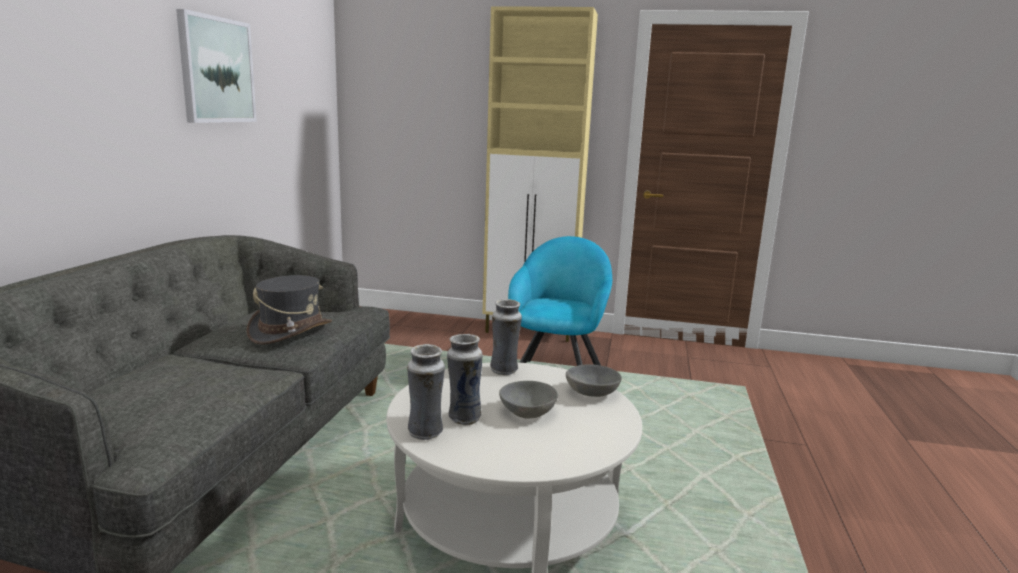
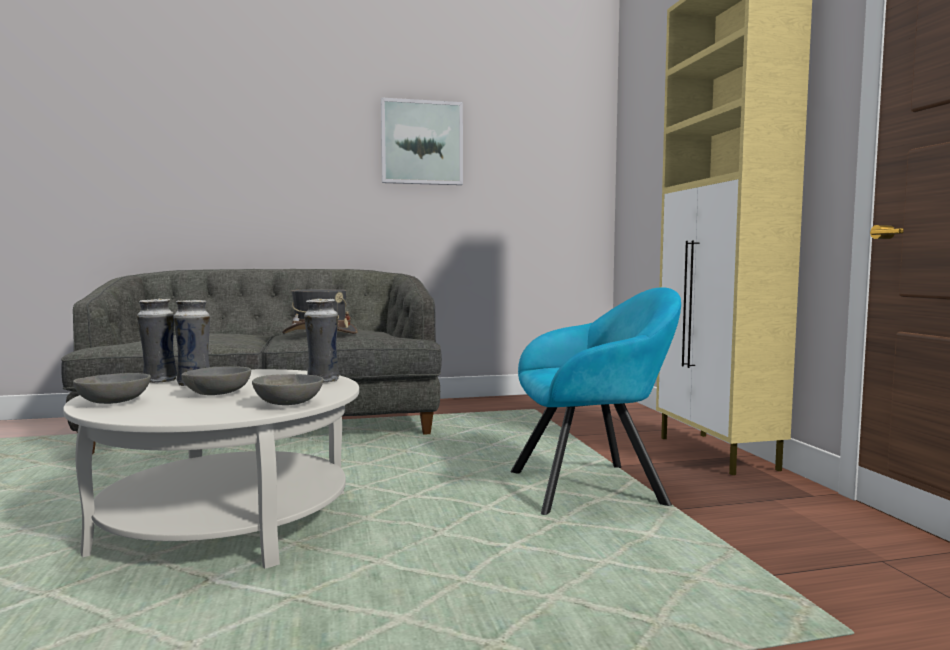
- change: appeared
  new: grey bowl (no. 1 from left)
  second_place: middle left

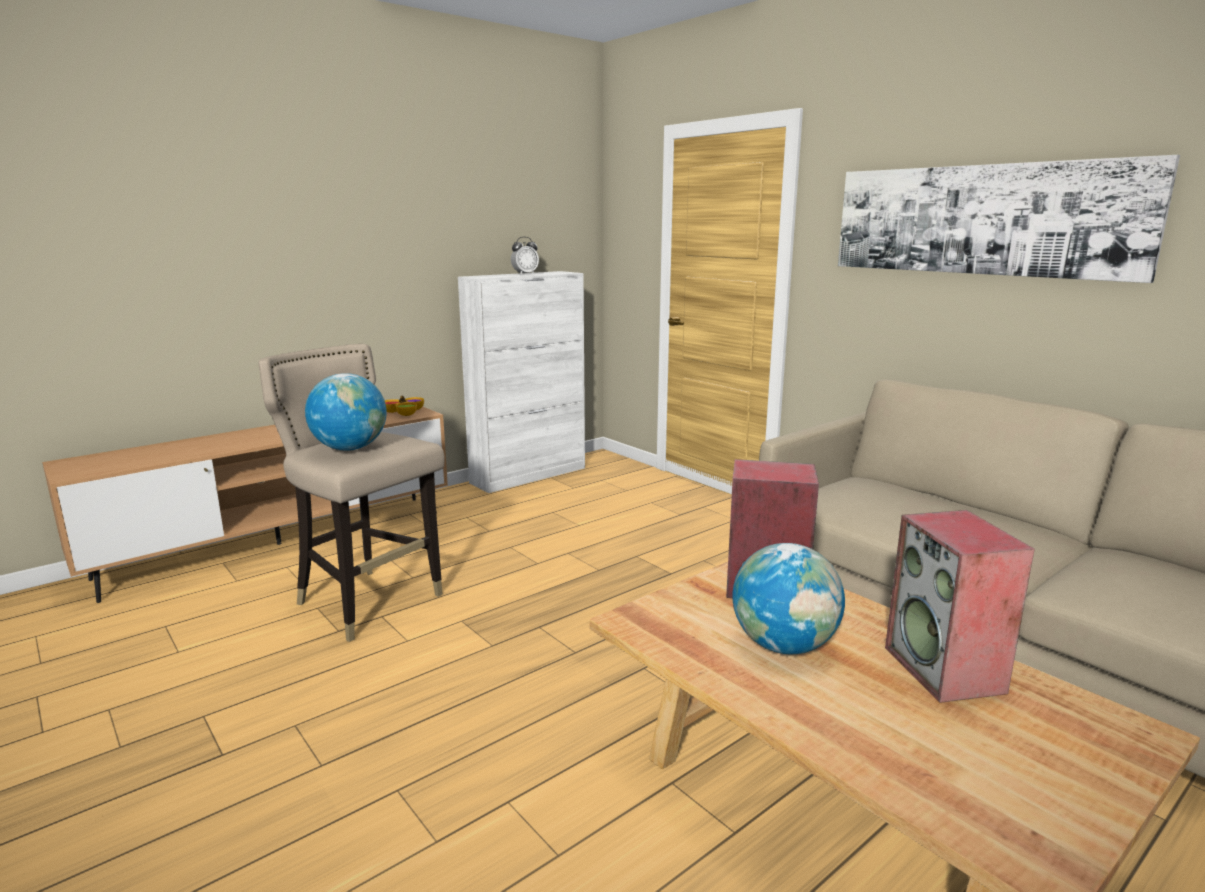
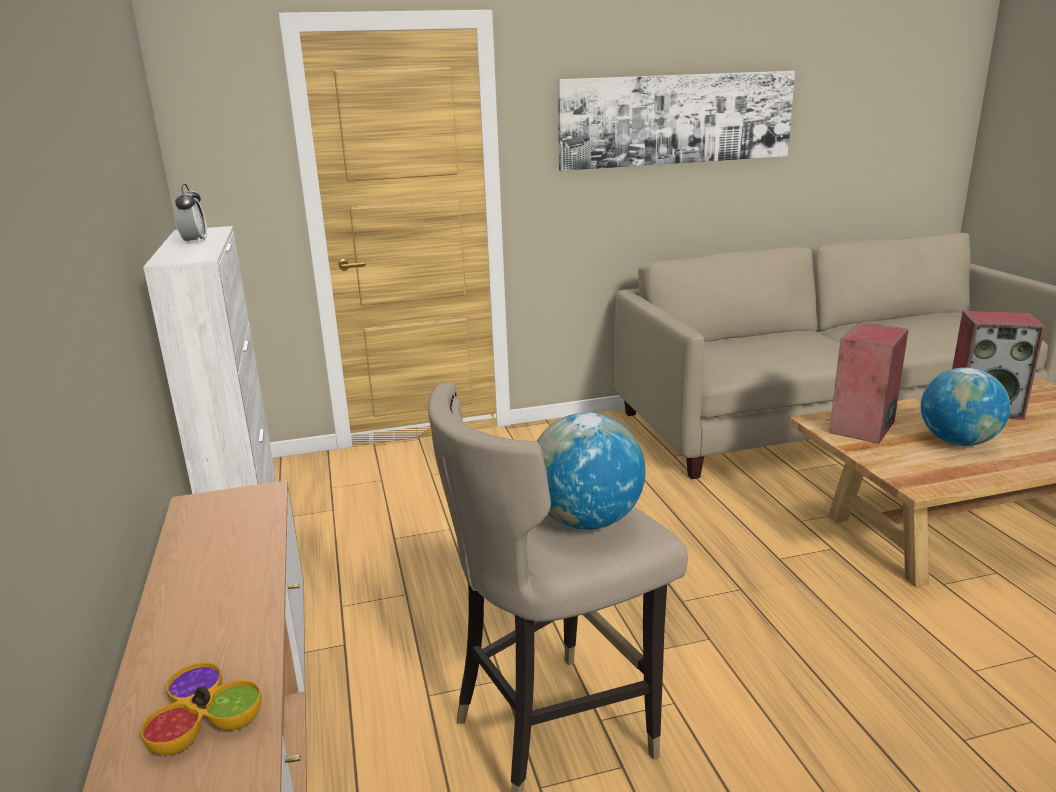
- change: relocated
  old: bowl
  first_place: centre
  second_place: bottom left

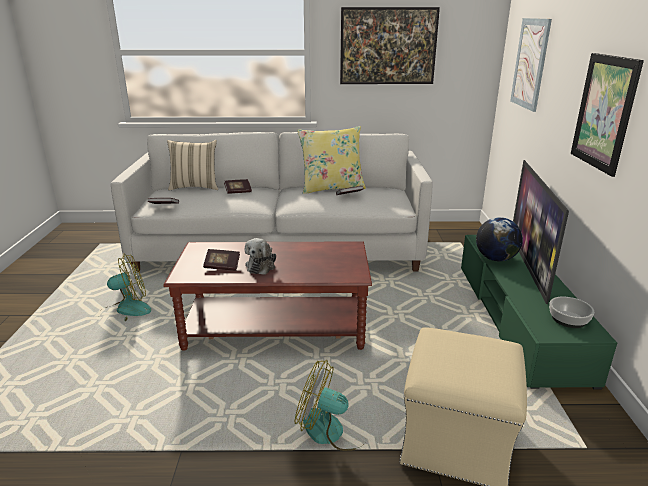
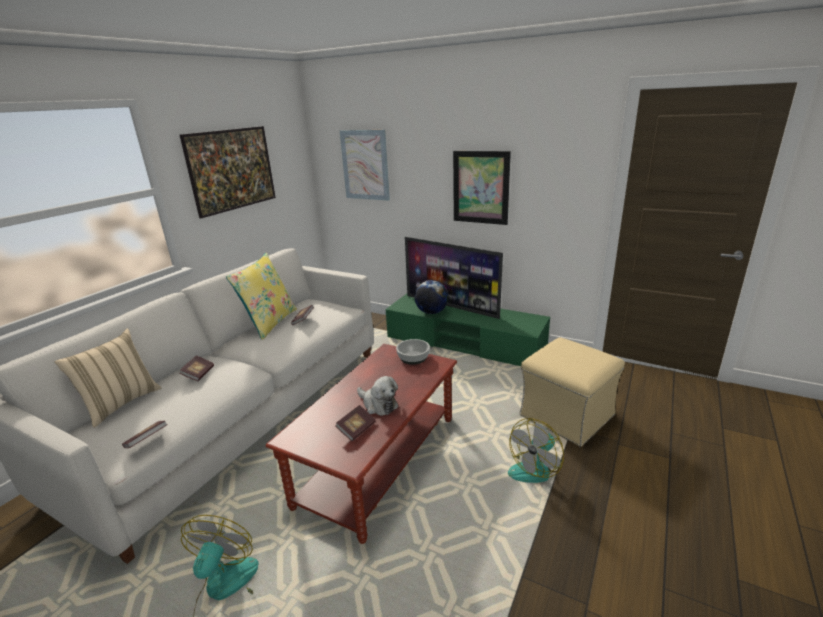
- change: relocated
  old: bowl
  first_place: middle right
  second_place: centre

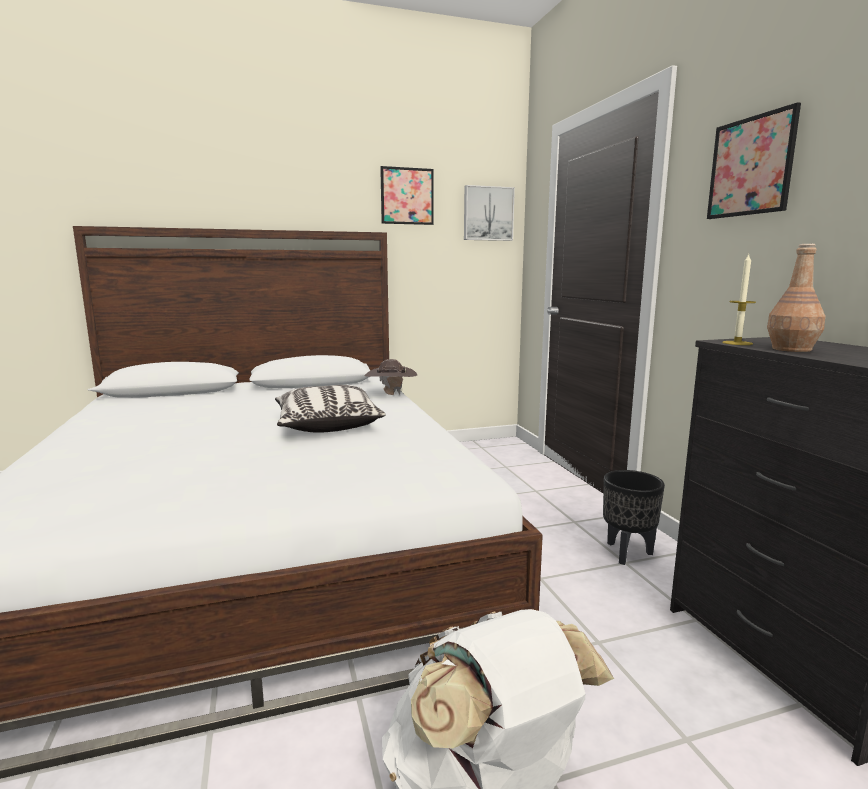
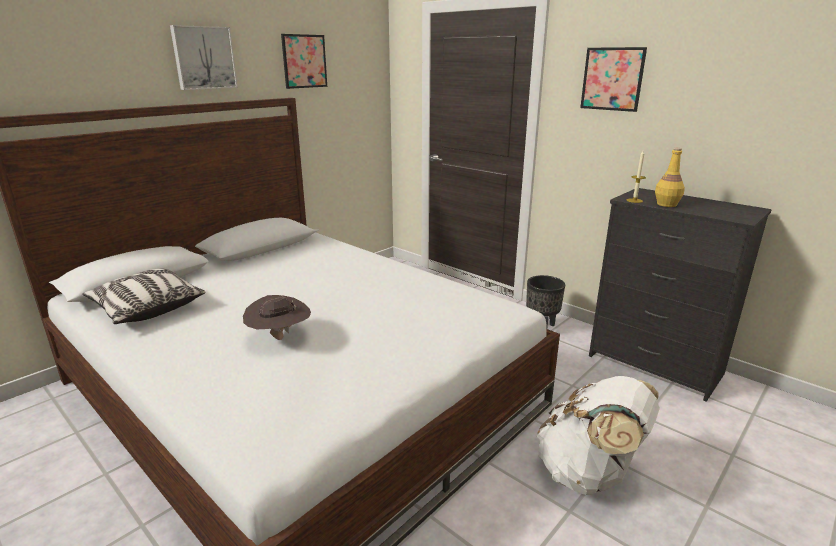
- change: relocated
  old: pillow
  first_place: centre
  second_place: middle left
- change: relocated
  old: brown hat
  first_place: centre
  second_place: middle left
- change: relocated
  old: picture (no. 2 from left in the first image)
  new: picture (no. 1 from left)
  first_place: top centre
  second_place: top left
- change: colour
  old: brown bottle
  new: yellow bottle
  first_place: middle right
  second_place: top right

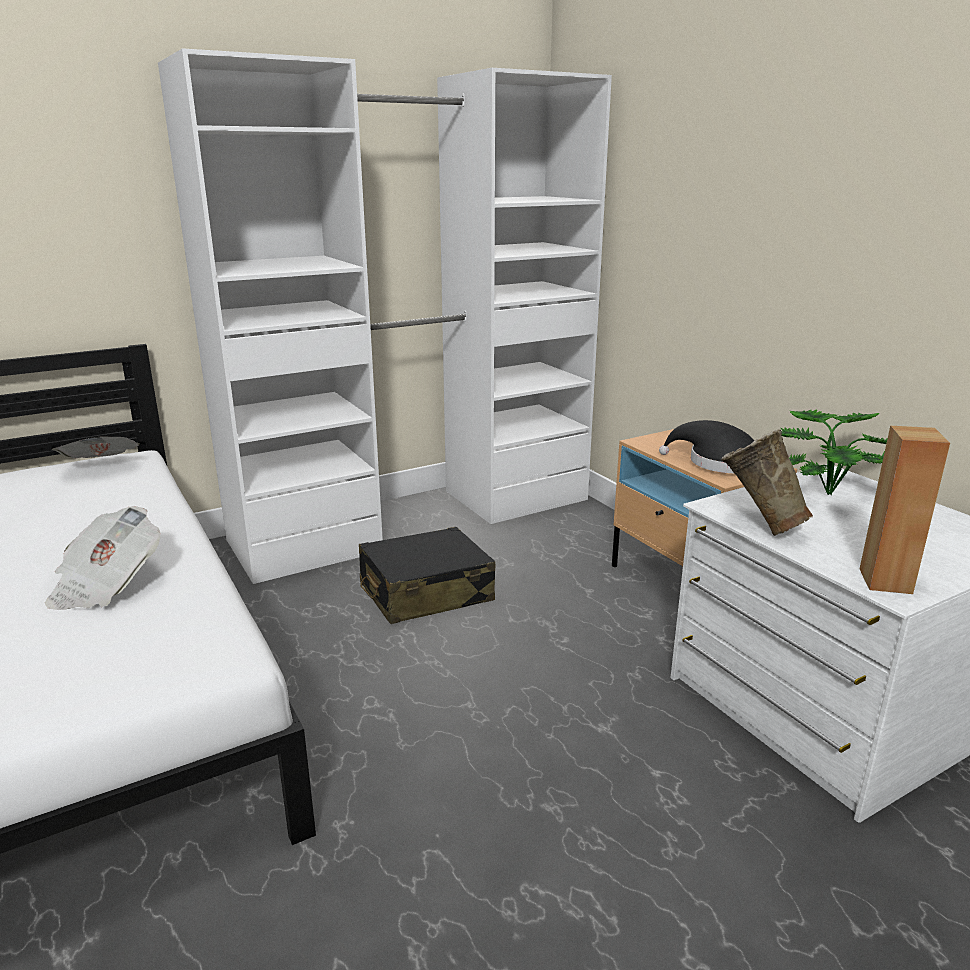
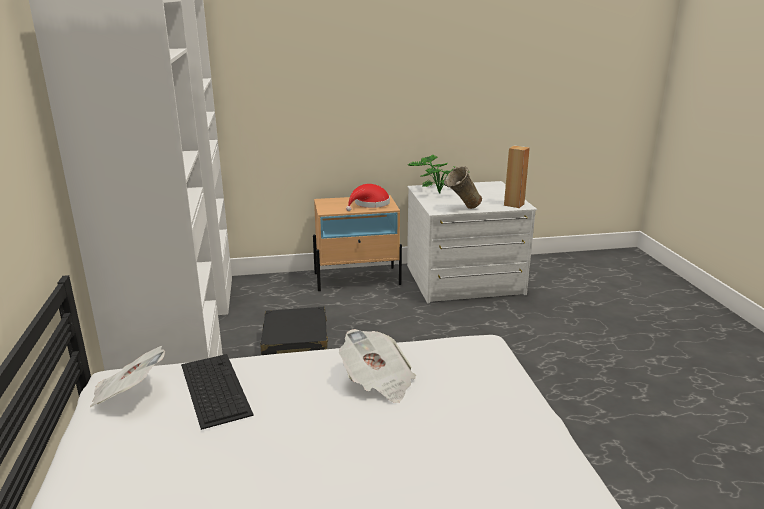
- change: appeared
  new: keyboard
  second_place: bottom left
- change: colour
  old: black hat
  new: red hat
  first_place: middle right
  second_place: centre

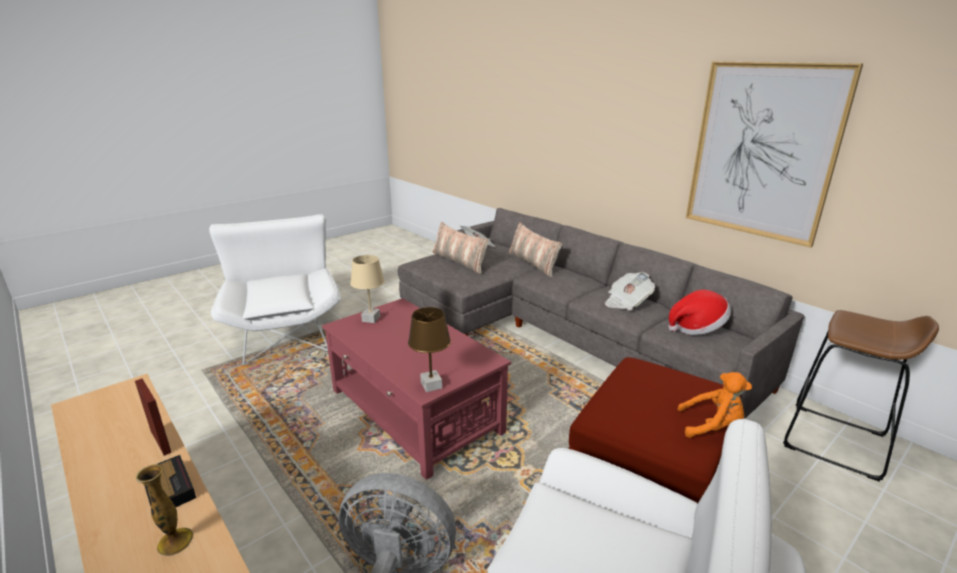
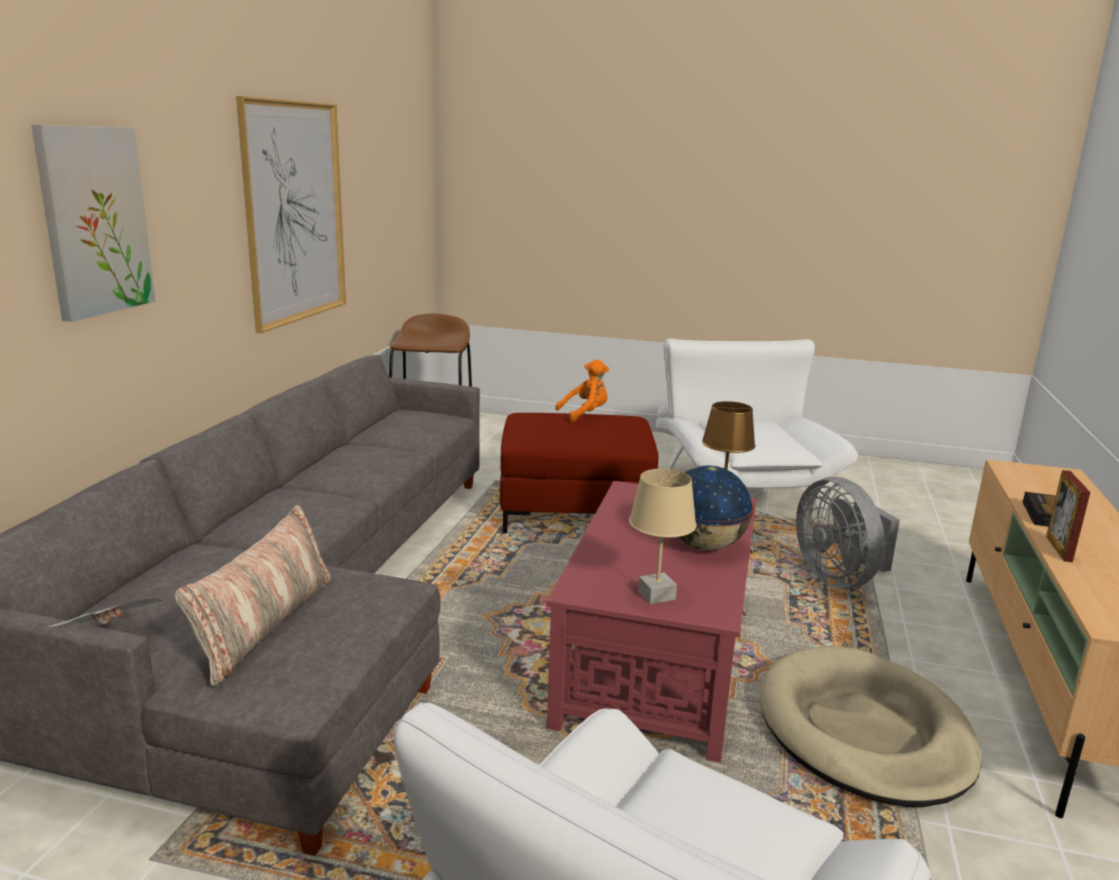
- change: missing
  old: vase
  first_place: bottom left
- change: missing
  old: pillow (no. 2 from left)
  first_place: centre
- change: missing
  old: newspaper (no. 2 from left)
  first_place: centre
- change: missing
  old: hat
  first_place: middle right
- change: appeared
  new: picture (no. 1 from left)
  second_place: top left
- change: appeared
  new: globe
  second_place: centre
- change: appeared
  new: beige dog bed
  second_place: bottom right
- change: spun
  old: orange plush toy
  first_place: bottom right
  second_place: centre
  degrees: 90

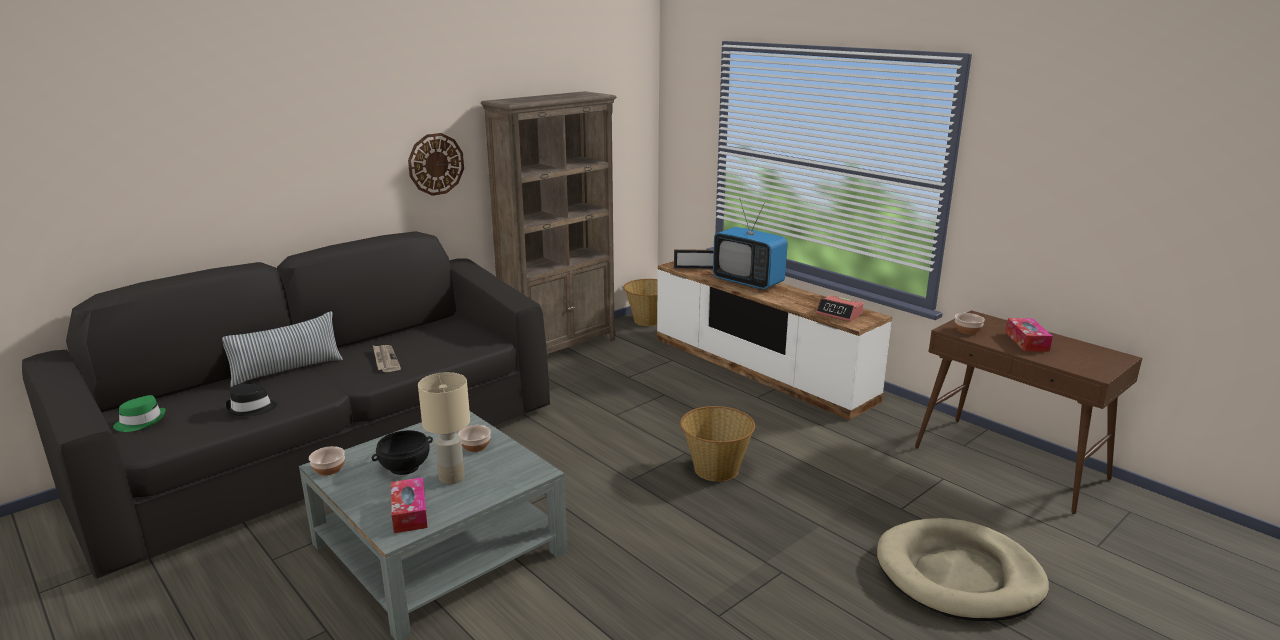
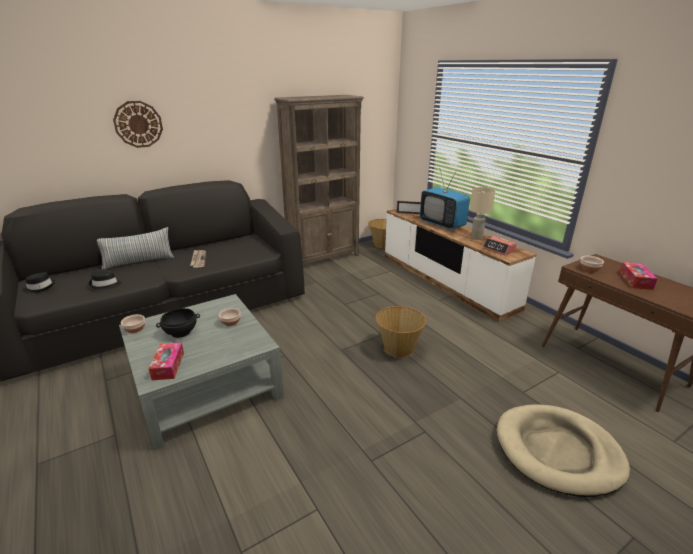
- change: relocated
  old: wall clock
  first_place: top centre
  second_place: top left
- change: relocated
  old: beige table lamp
  first_place: bottom centre
  second_place: middle right
- change: colour
  old: green hat
  new: black hat (no. 1 from left)
  first_place: middle left
  second_place: middle left

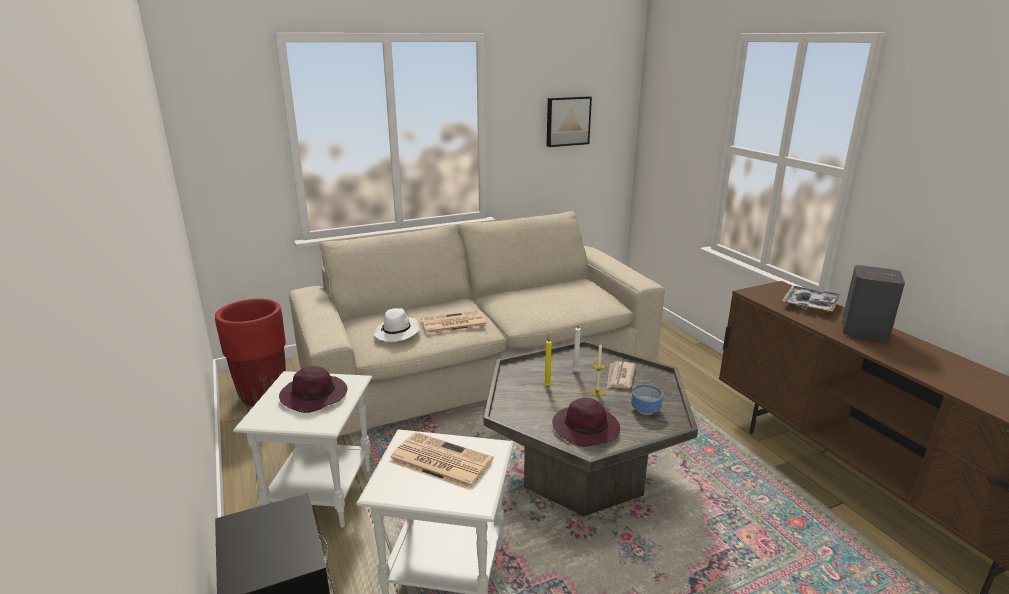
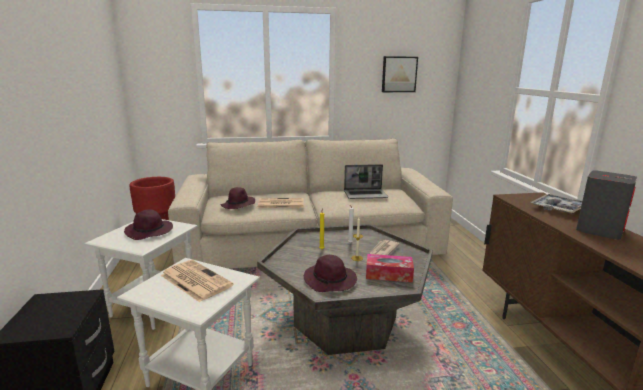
- change: appeared
  new: laptop
  second_place: centre
- change: exchanged
  old: bowl
  new: tissue box
  first_place: bottom centre
  second_place: bottom centre
- change: colour
  old: white hat
  new: purple hat (no. 2 from left)
  first_place: centre
  second_place: centre

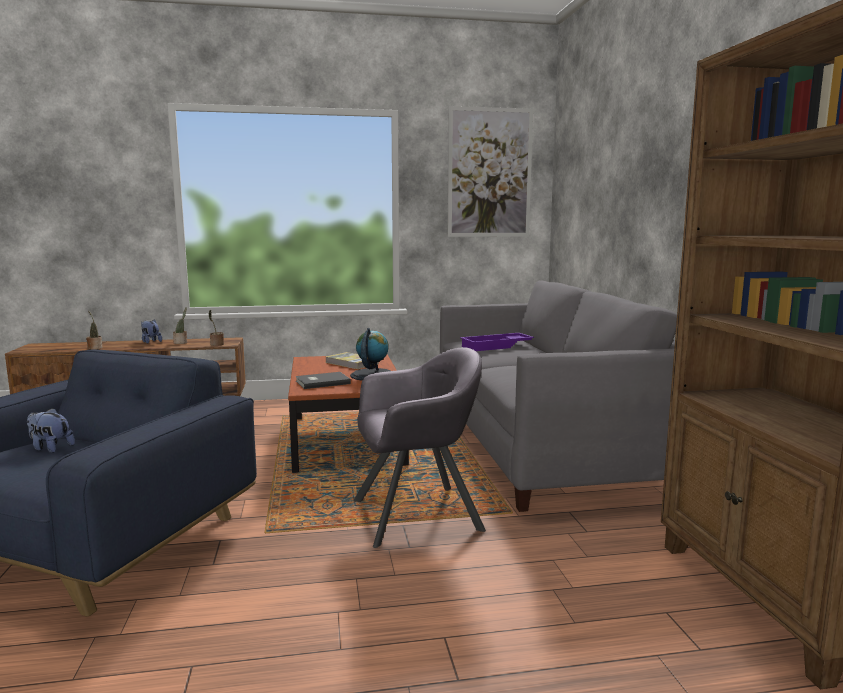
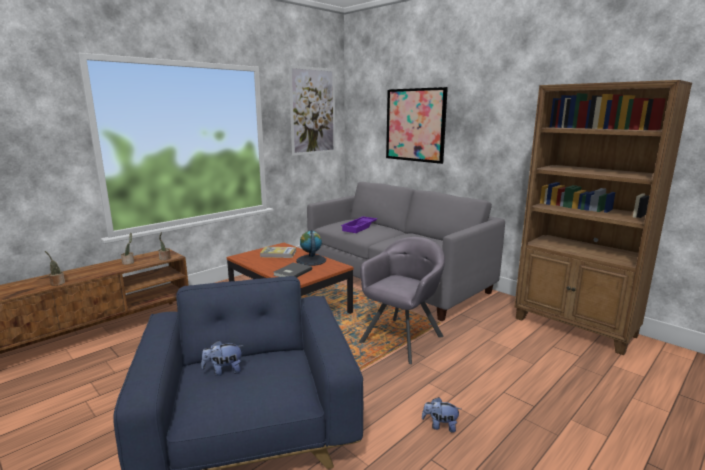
- change: appeared
  new: picture (no. 2 from left)
  second_place: top centre
- change: relocated
  old: plush toy (no. 2 from left)
  first_place: middle left
  second_place: bottom centre

